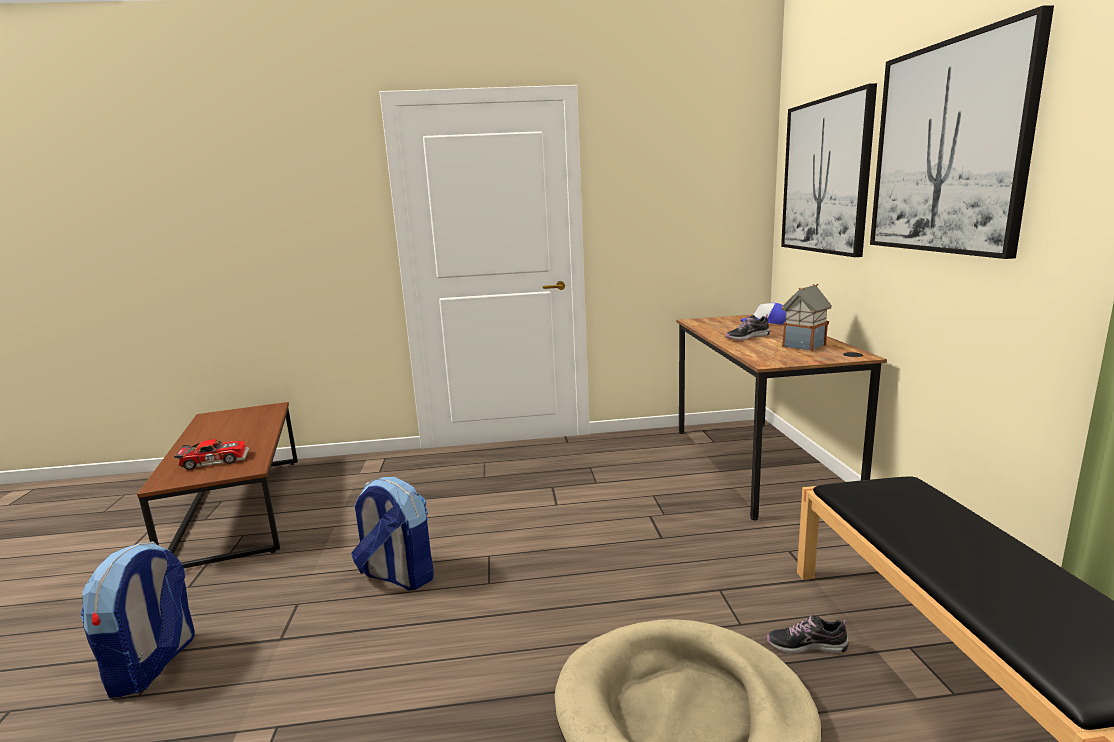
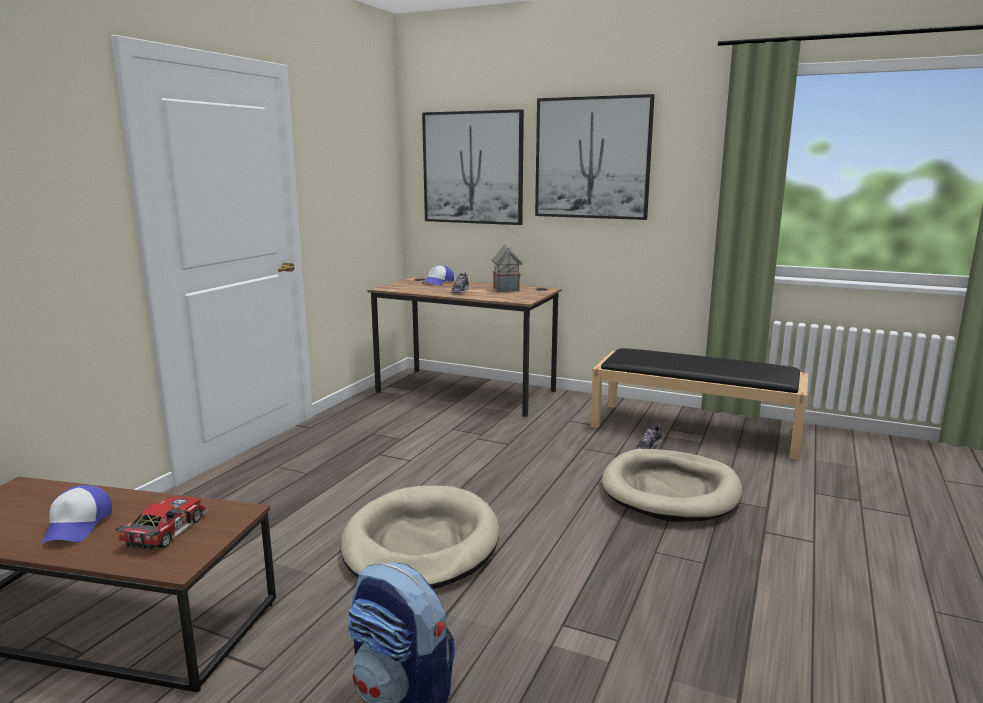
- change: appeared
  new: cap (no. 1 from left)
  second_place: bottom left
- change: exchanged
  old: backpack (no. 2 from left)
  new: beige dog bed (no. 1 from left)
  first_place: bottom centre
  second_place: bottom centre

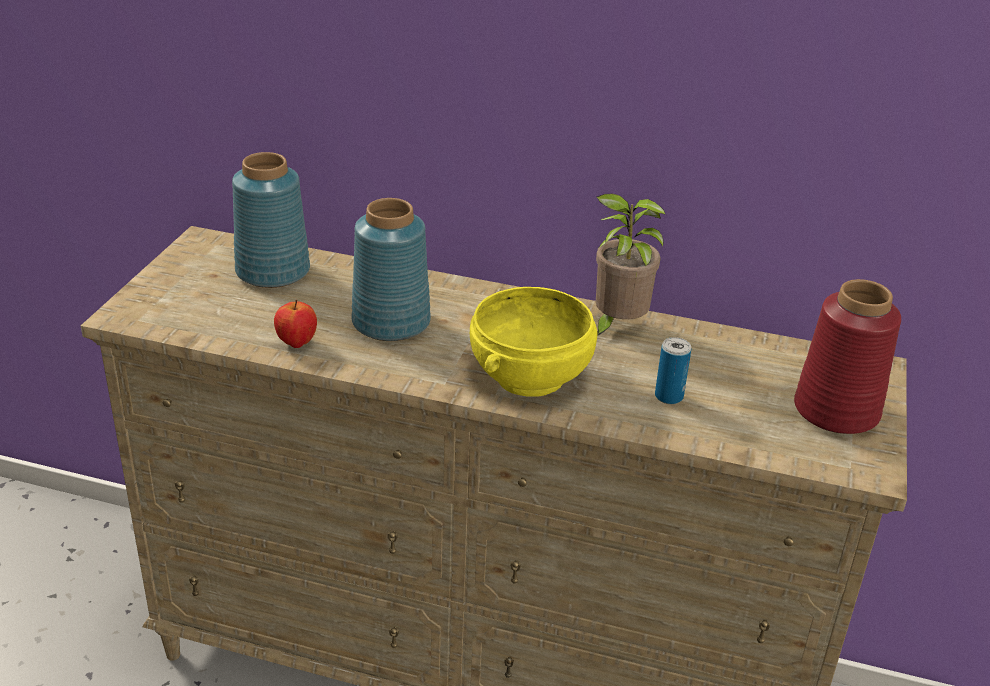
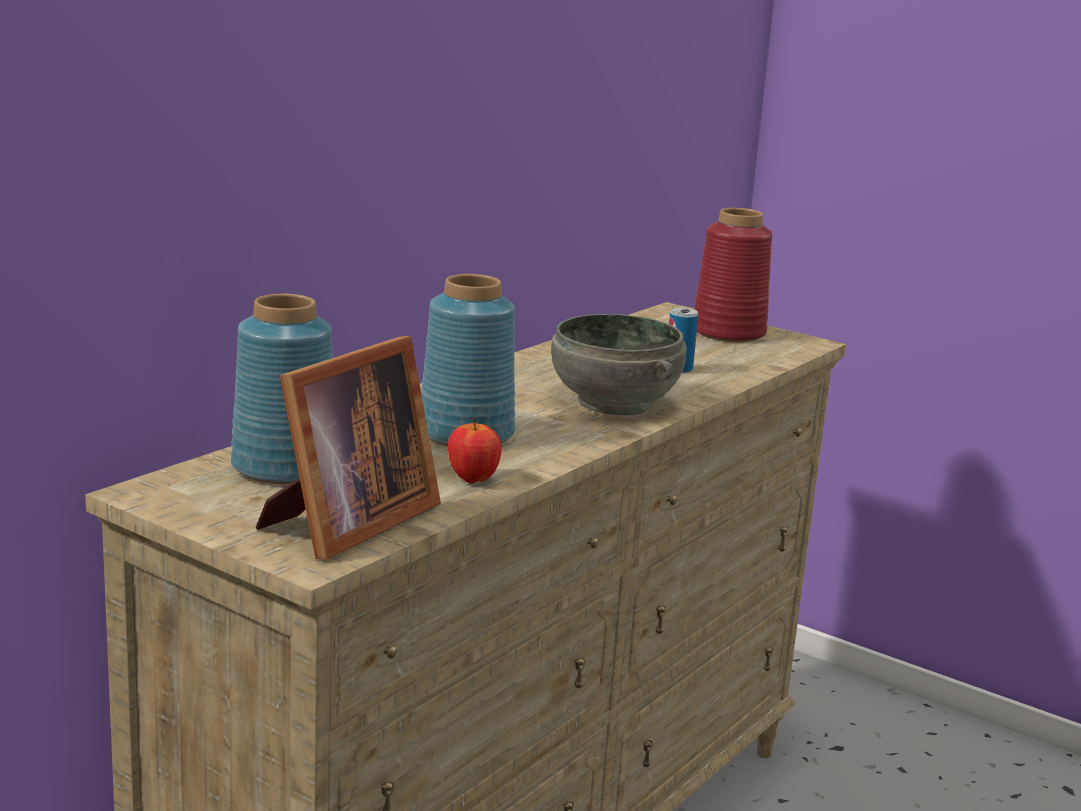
- change: missing
  old: potted plant
  first_place: centre
- change: appeared
  new: picture frame
  second_place: middle left
- change: colour
  old: yellow bowl
  new: grey bowl
  first_place: centre
  second_place: centre

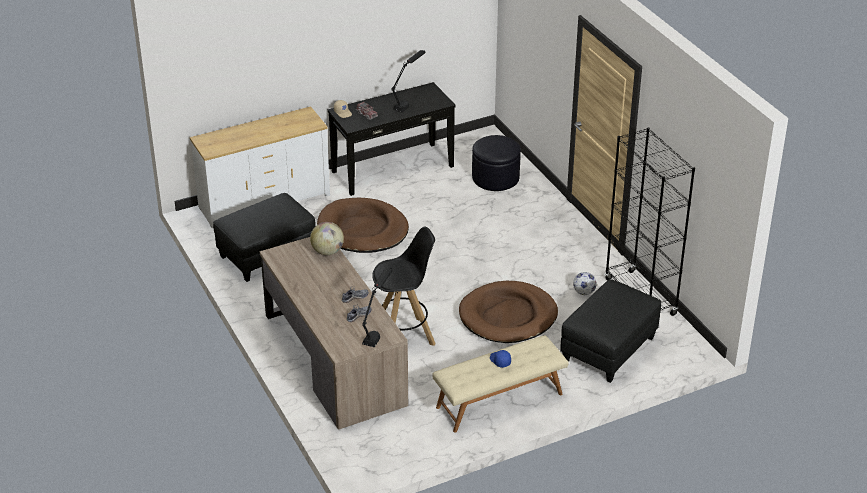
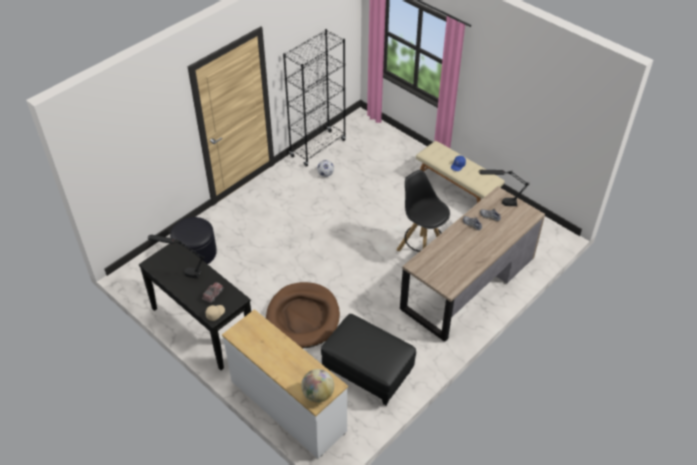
- change: missing
  old: brown dog bed (no. 2 from left)
  first_place: centre
- change: missing
  old: black ottoman (no. 3 from left)
  first_place: bottom right
- change: relocated
  old: globe
  first_place: centre
  second_place: bottom centre

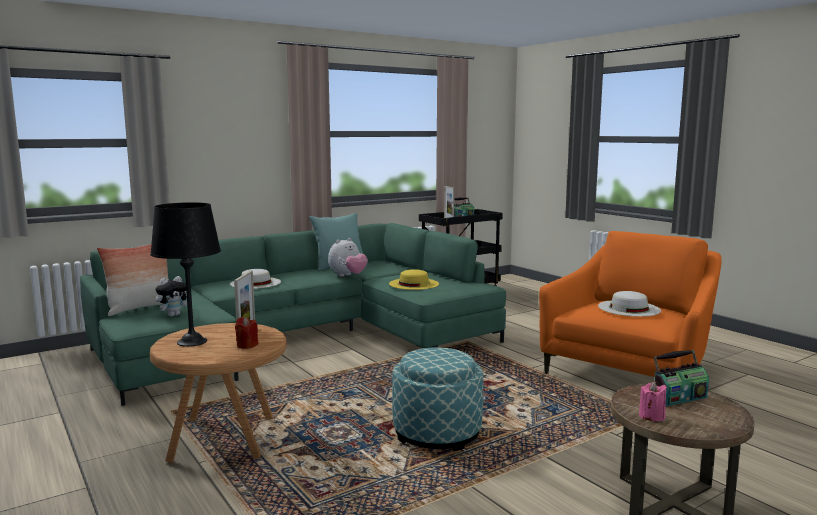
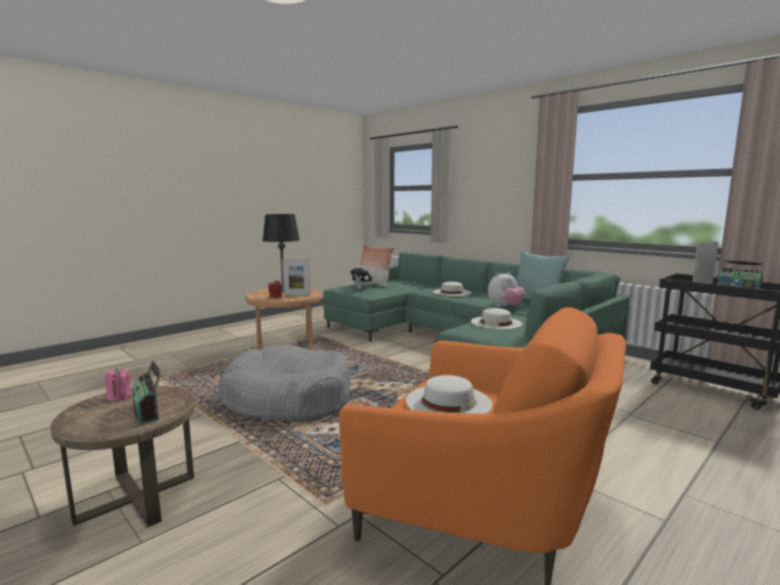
- change: exchanged
  old: ottoman
  new: grey dog bed
  first_place: bottom centre
  second_place: centre
- change: colour
  old: yellow hat
  new: white hat (no. 3 from left)
  first_place: centre
  second_place: centre
- change: spun
  old: plush toy (no. 2 from left)
  first_place: centre
  second_place: centre
  degrees: -60

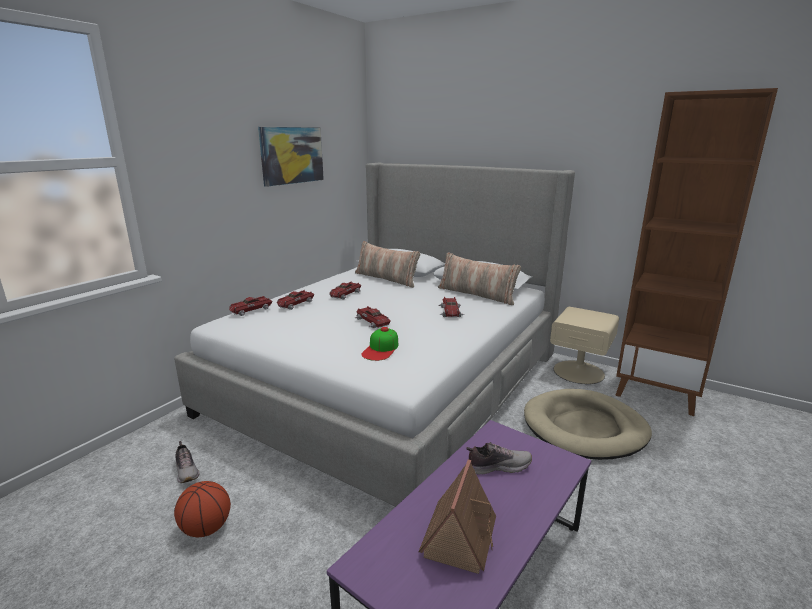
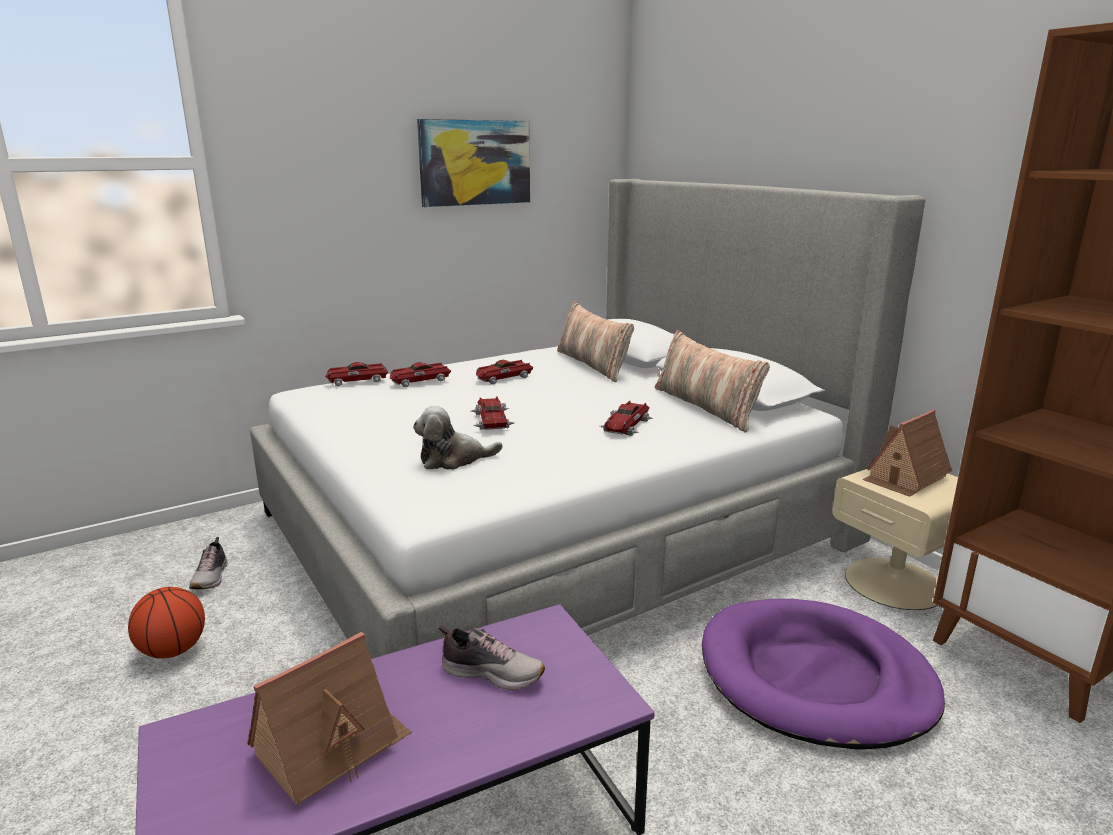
- change: appeared
  new: toy house (no. 2 from left)
  second_place: middle right
- change: exchanged
  old: cap
  new: plush toy
  first_place: centre
  second_place: centre
- change: colour
  old: beige dog bed
  new: purple dog bed
  first_place: bottom right
  second_place: bottom right

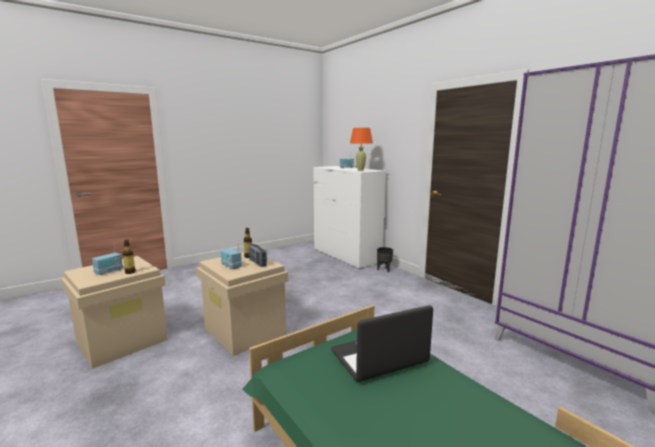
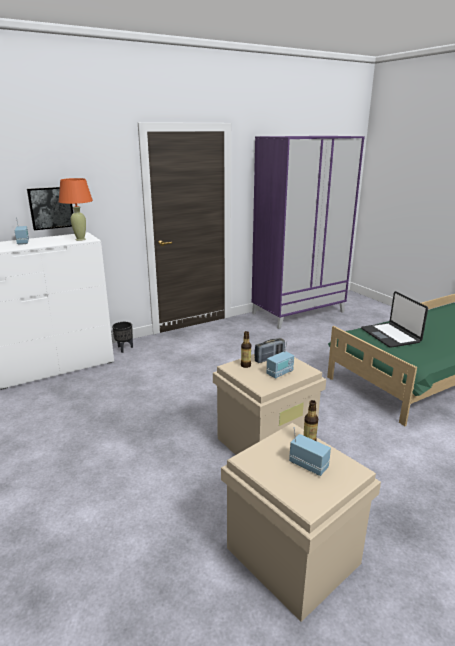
- change: appeared
  new: picture
  second_place: top left

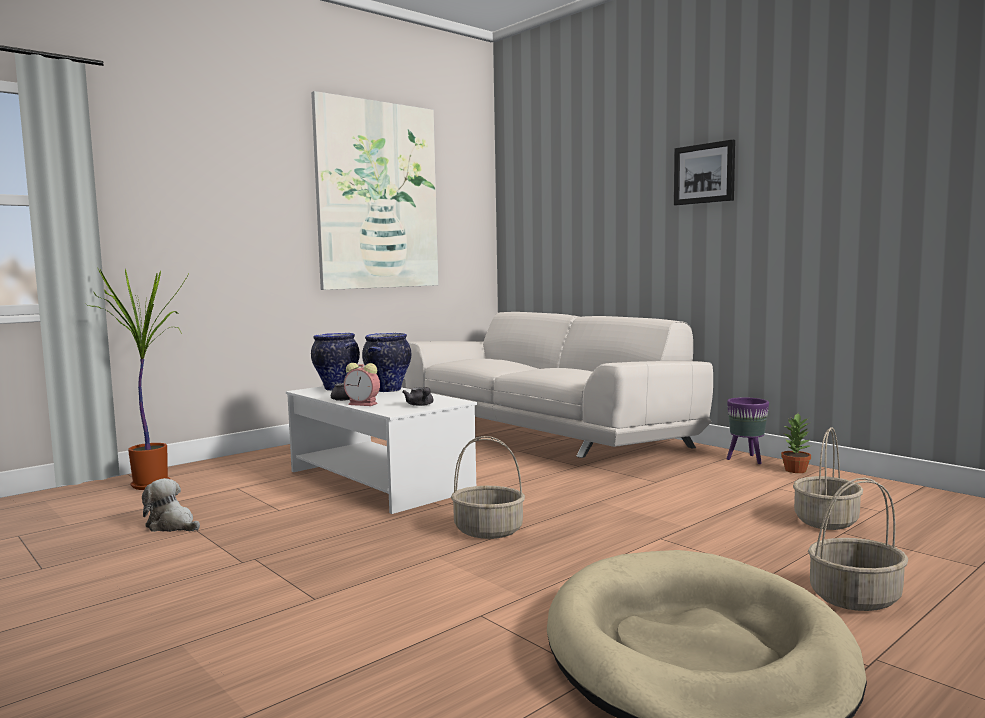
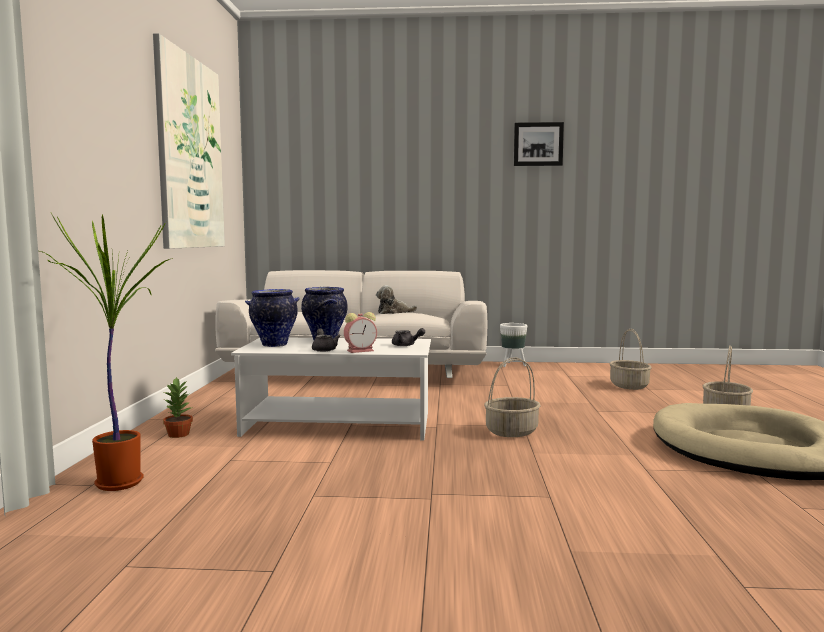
- change: relocated
  old: plush toy
  first_place: bottom left
  second_place: centre
- change: relocated
  old: picture (no. 2 from left)
  first_place: top right
  second_place: top centre
- change: relocated
  old: potted plant (no. 2 from left)
  first_place: middle right
  second_place: middle left
- change: colour
  old: purple planter
  new: white planter
  first_place: middle right
  second_place: centre

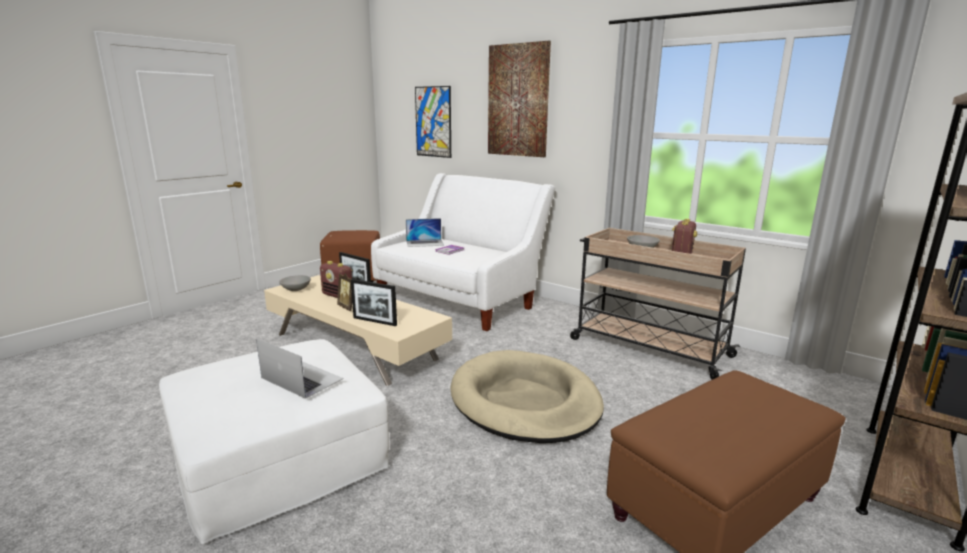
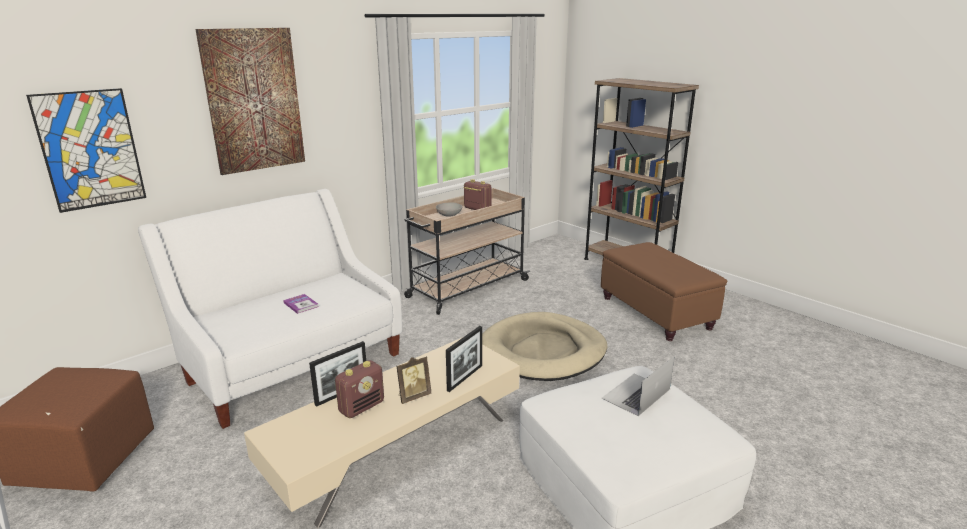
- change: missing
  old: grey bowl (no. 1 from left)
  first_place: middle left
- change: missing
  old: laptop (no. 2 from left)
  first_place: centre

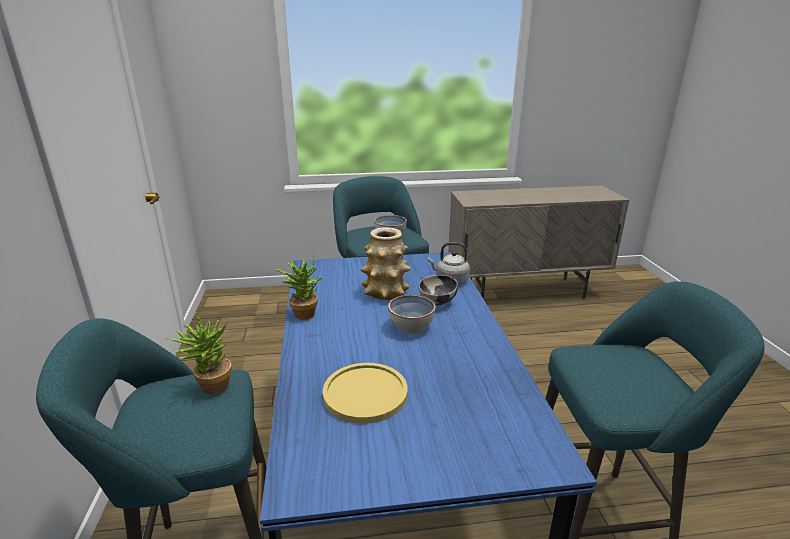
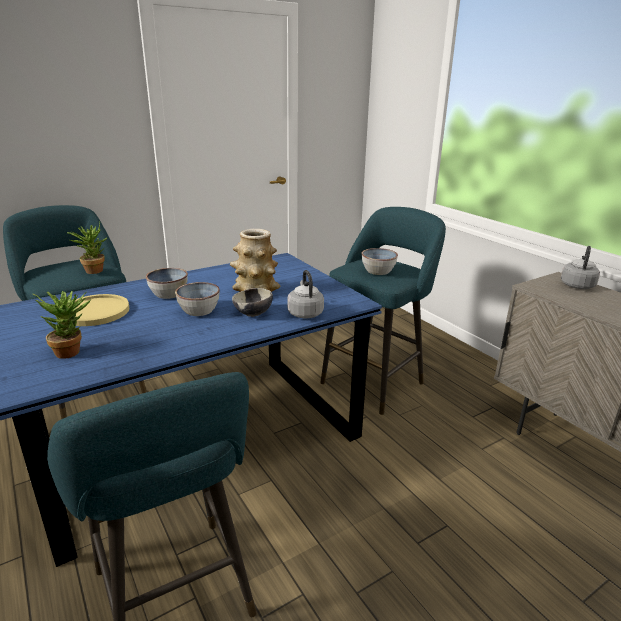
- change: appeared
  new: bowl (no. 1 from left)
  second_place: middle left
- change: appeared
  new: grey kettle (no. 2 from left)
  second_place: middle right
- change: relocated
  old: potted plant (no. 2 from left in the first image)
  new: potted plant (no. 1 from left)
  first_place: centre
  second_place: middle left

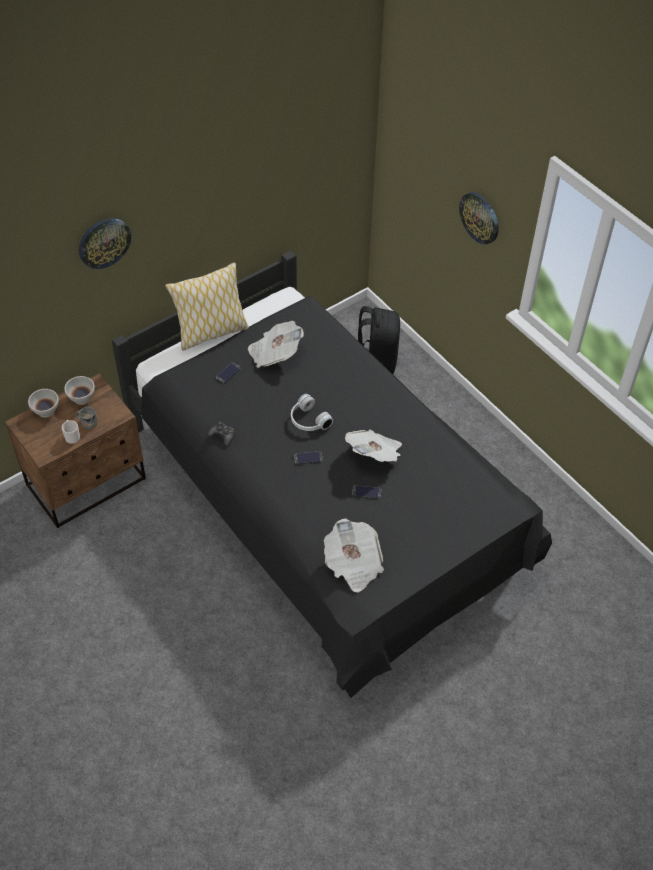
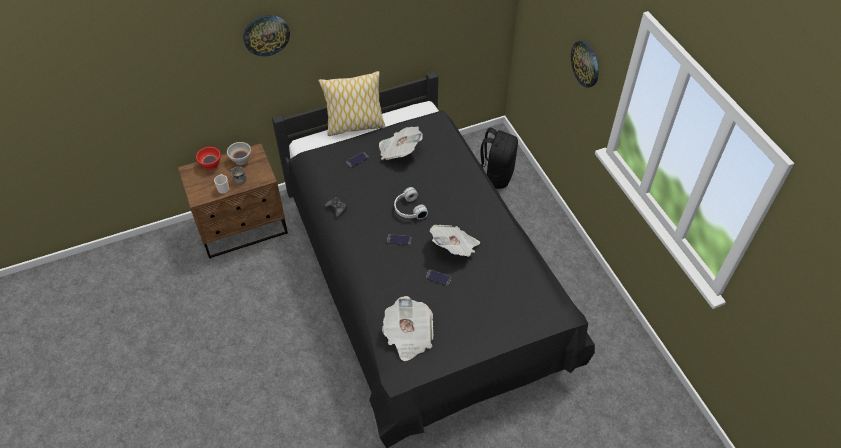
- change: colour
  old: white bowl (no. 1 from left)
  new: red bowl
  first_place: middle left
  second_place: middle left

